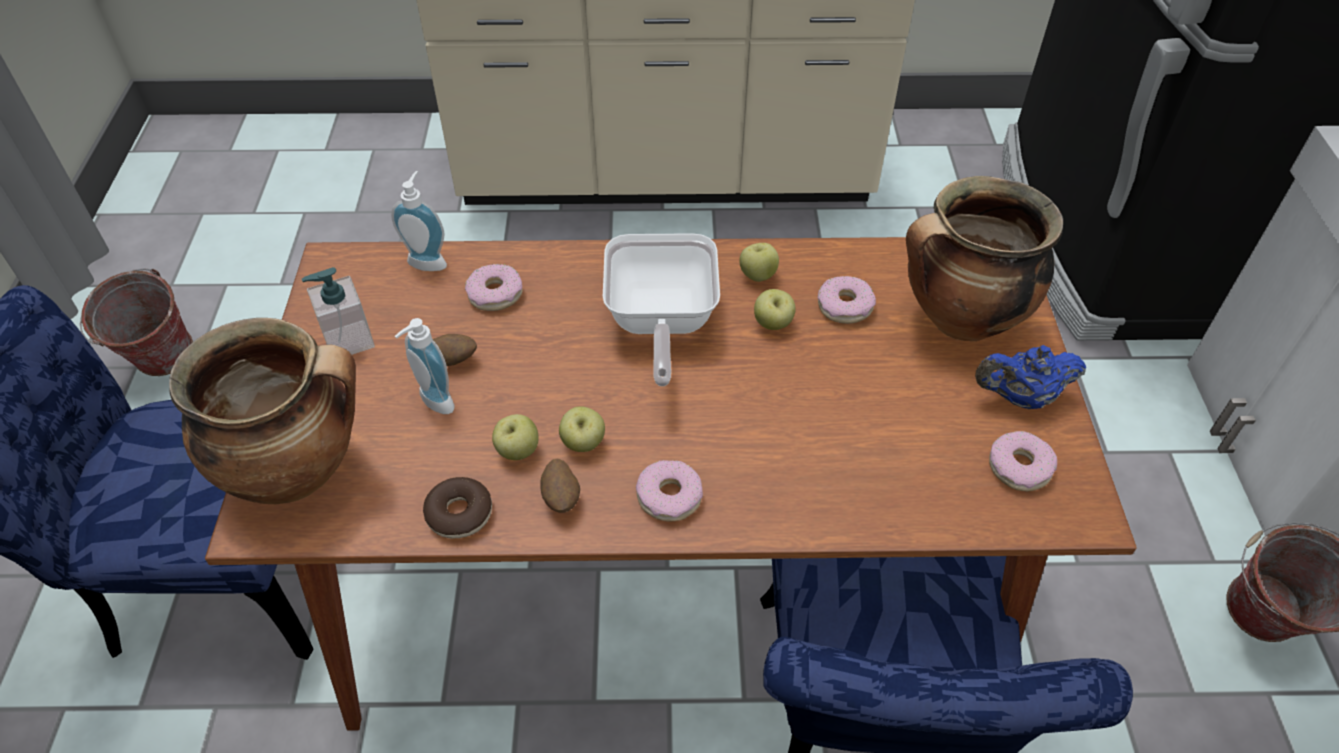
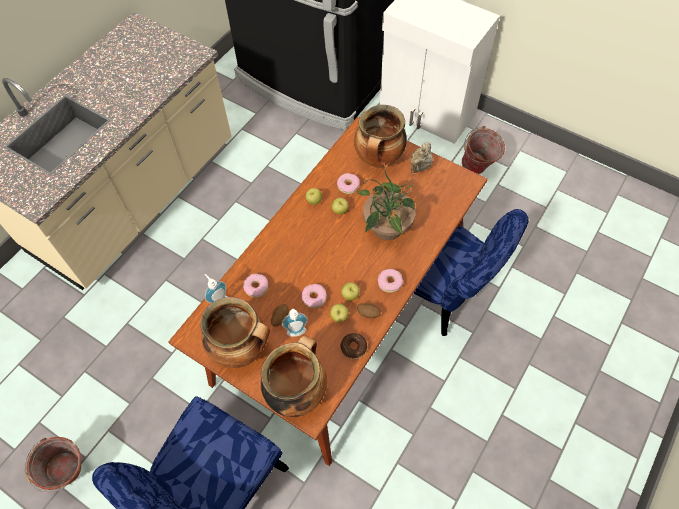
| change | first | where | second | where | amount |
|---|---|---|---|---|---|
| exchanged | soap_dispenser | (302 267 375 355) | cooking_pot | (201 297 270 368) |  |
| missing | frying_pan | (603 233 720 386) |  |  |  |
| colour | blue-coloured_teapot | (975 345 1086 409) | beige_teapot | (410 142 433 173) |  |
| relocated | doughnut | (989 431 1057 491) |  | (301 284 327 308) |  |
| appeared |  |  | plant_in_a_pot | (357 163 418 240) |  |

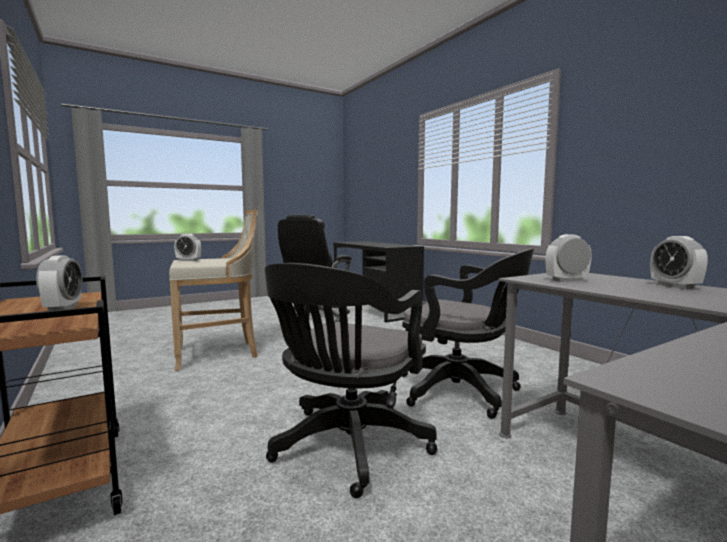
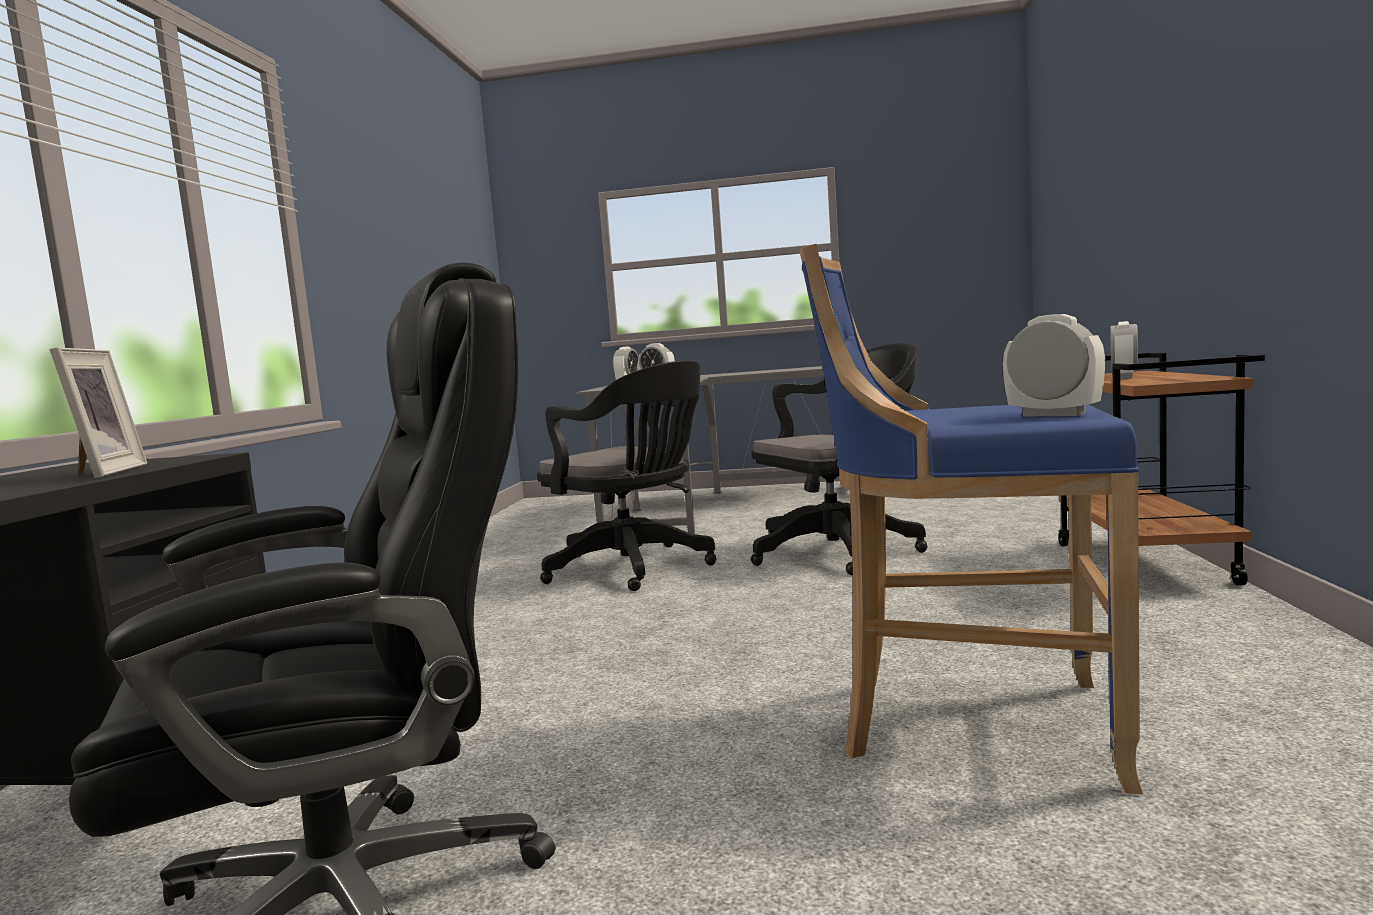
| change | first | where | second | where | amount |
|---|---|---|---|---|---|
| colour | beige_sitting_stool | (169 209 258 371) | blue-coloured_sitting_stool | (800 244 1143 795) |  |
| spun | black_office_chair | (402 248 534 419) |  | (537 361 717 591) | 150 degrees clockwise |
| appeared |  |  | photo_frame | (49 348 147 478) |  |

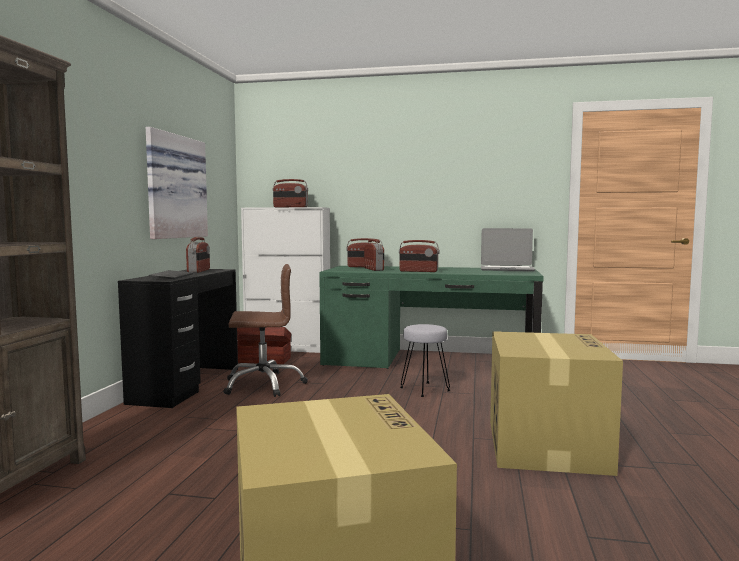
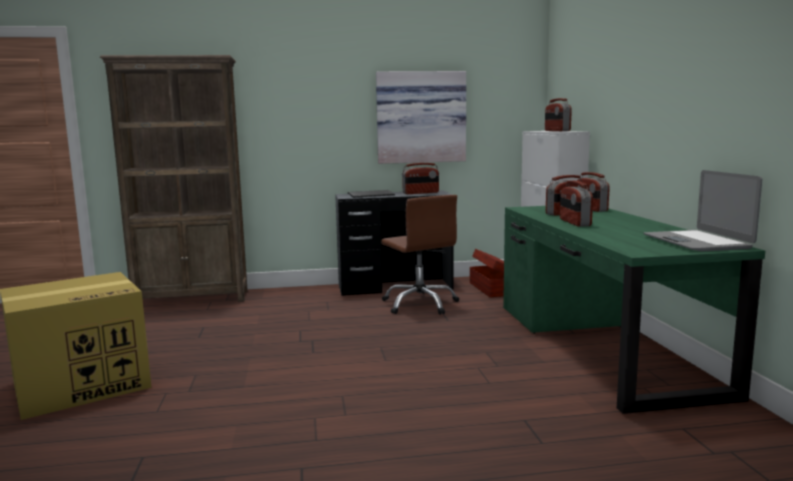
| change | first | where | second | where | amount |
|---|---|---|---|---|---|
| missing | grey_sitting_stool | (400 324 451 397) |  |  |  |
| missing | packing_box | (490 331 623 476) |  |  |  |

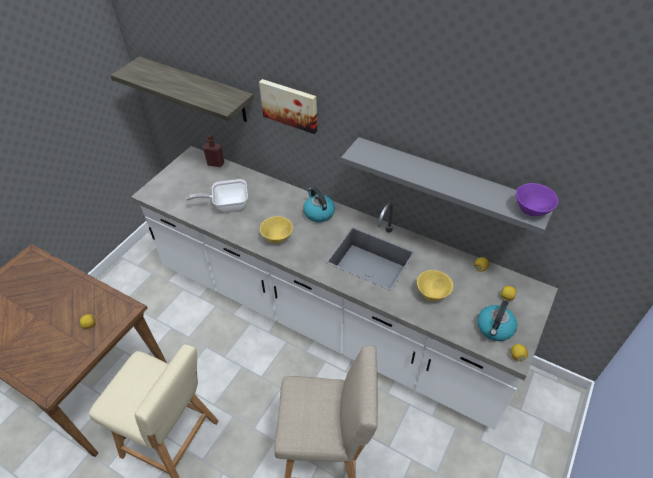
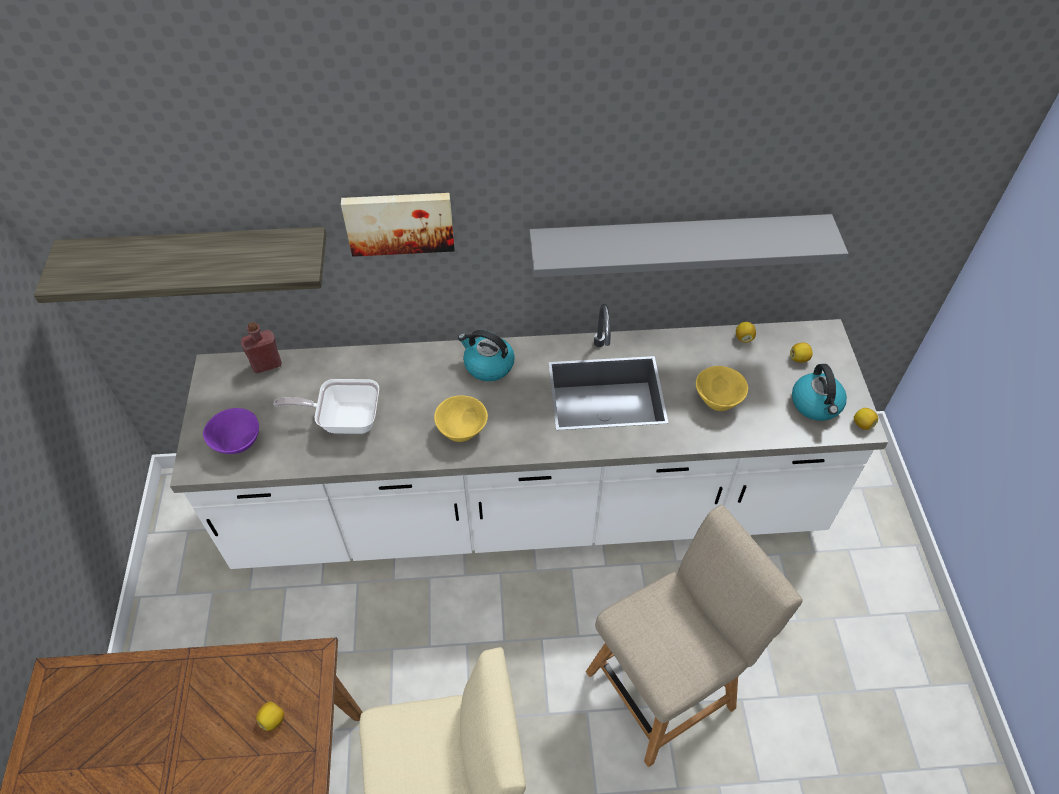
| change | first | where | second | where | amount |
|---|---|---|---|---|---|
| spun | frying_pan | (186 179 248 211) |  | (273 379 379 434) | 45 degrees clockwise |
| relocated | purple_serving_bowl | (516 183 558 216) |  | (203 408 259 454) |  |

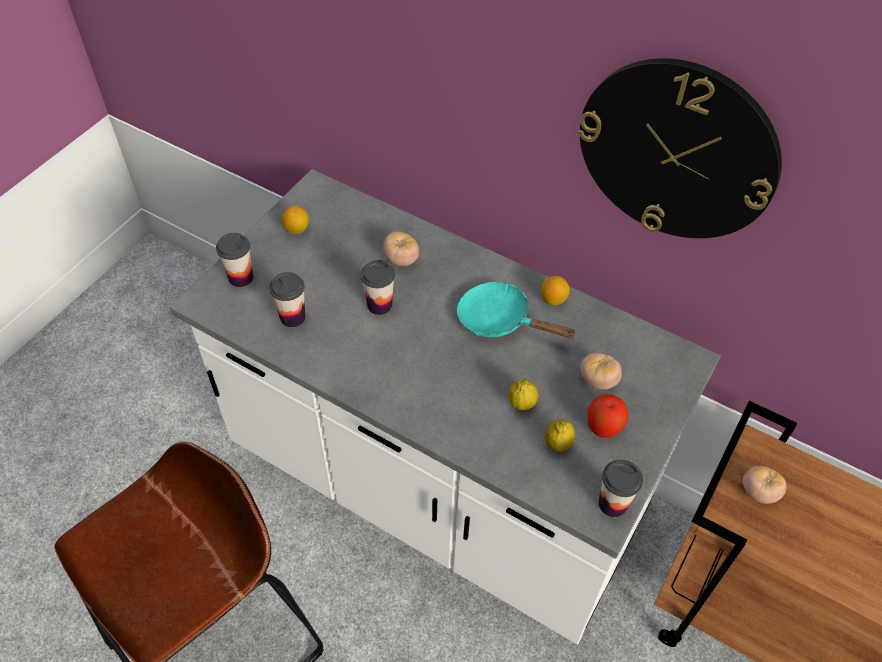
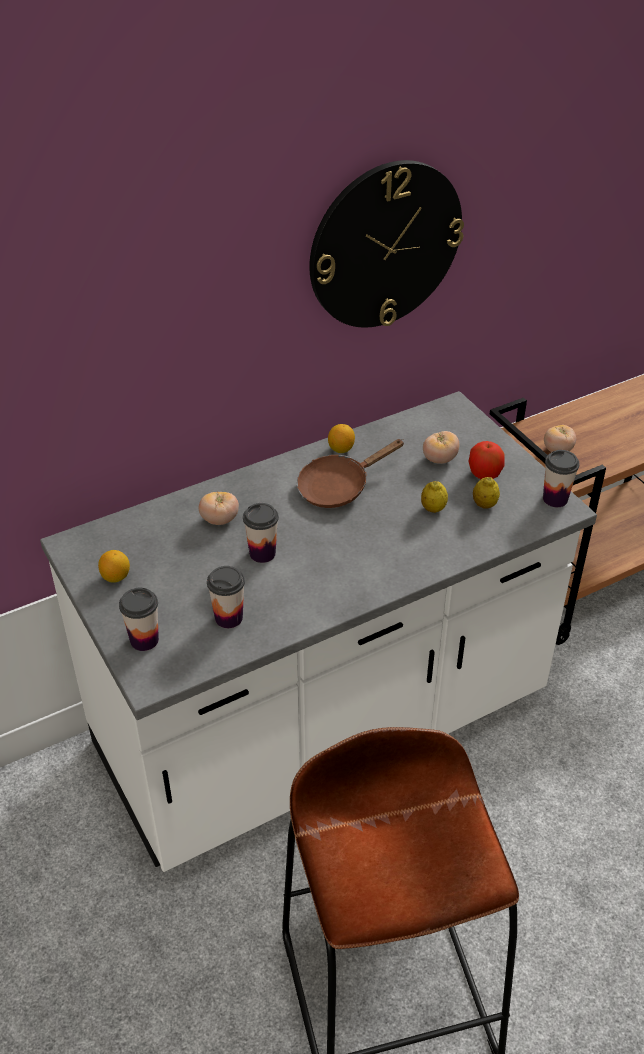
| change | first | where | second | where | amount |
|---|---|---|---|---|---|
| colour | blue-green_frying_pan | (457 282 577 338) | brown_frying_pan | (297 439 405 508) |  |

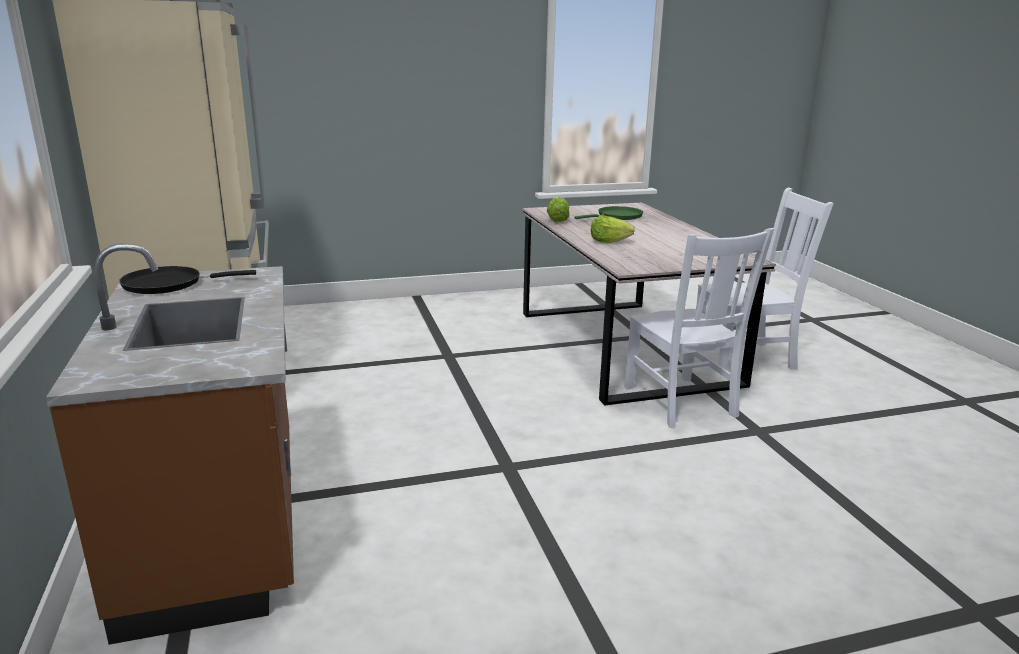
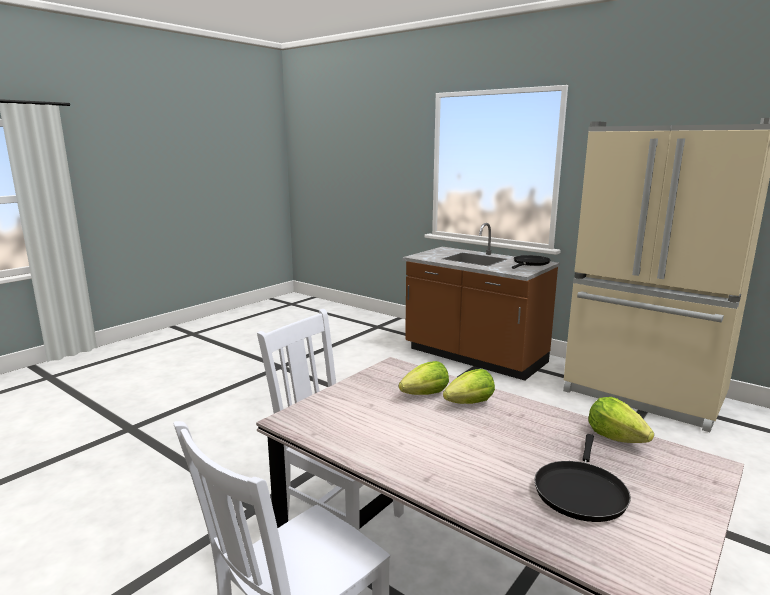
| change | first | where | second | where | amount |
|---|---|---|---|---|---|
| colour | greenish_frying_pan | (574 206 643 220) | black_frying_pan | (534 434 631 522) |  |
| appeared |  |  | lettuce | (399 361 449 395) |  |

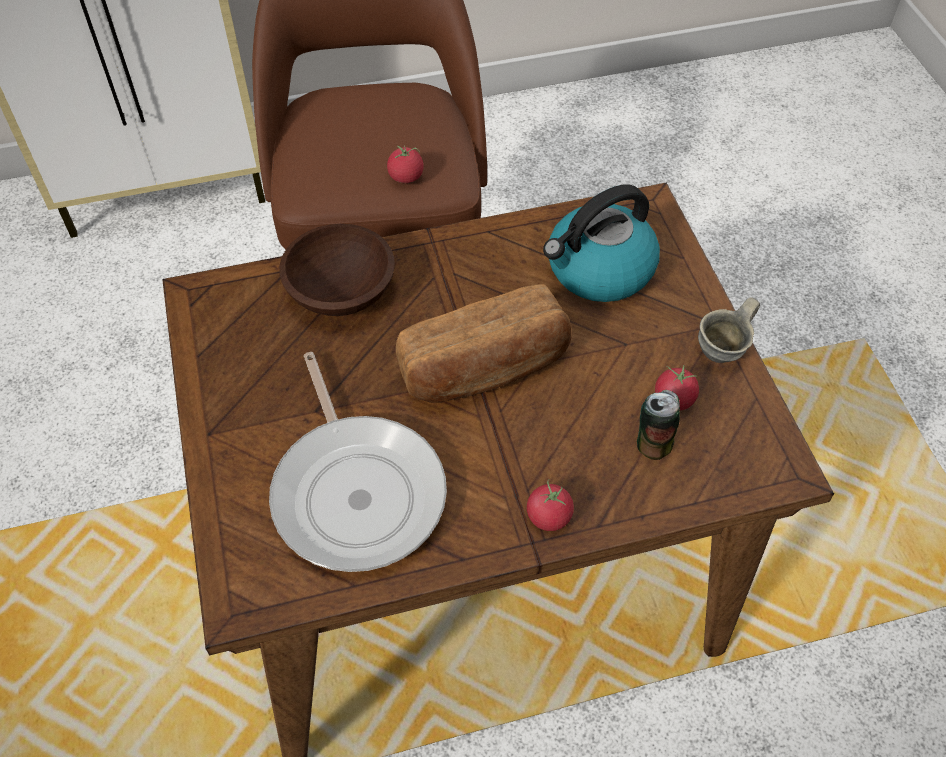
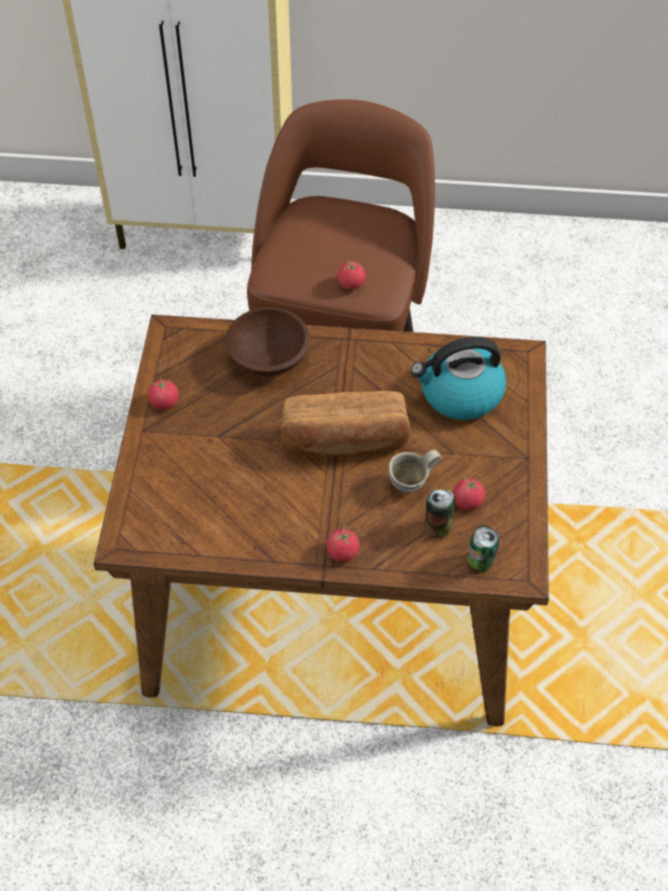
| change | first | where | second | where | amount |
|---|---|---|---|---|---|
| missing | frying_pan | (269 352 447 572) |  |  |  |
| relocated | grey_mug | (698 297 760 363) |  | (389 450 441 492) |  |
| appeared |  |  | whole_tomato | (148 377 179 410) |  |
| appeared |  |  | sealed_can | (467 525 499 572) |  |

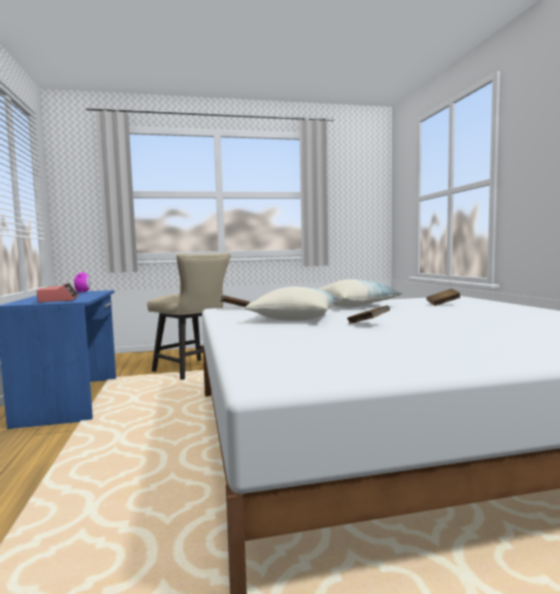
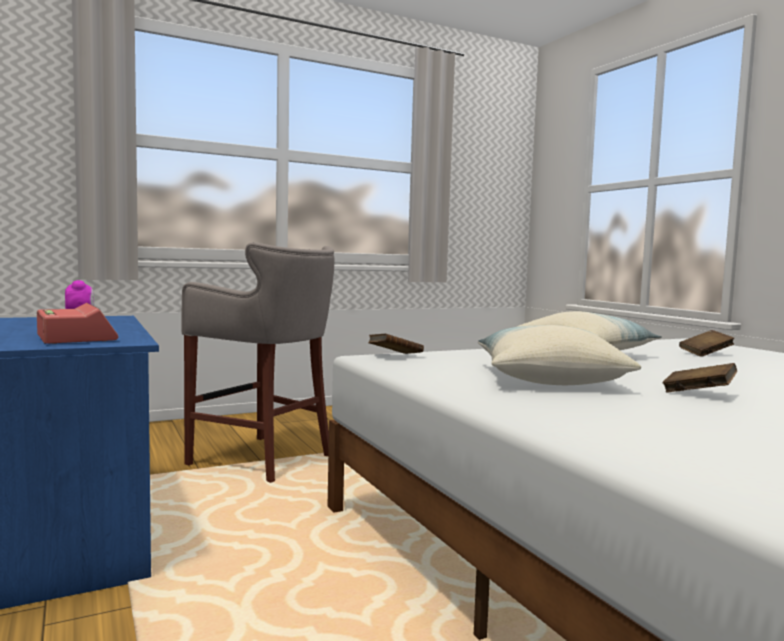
| change | first | where | second | where | amount |
|---|---|---|---|---|---|
| exchanged | beige_upright_chair | (147 253 231 380) | grey_sitting_stool | (181 242 335 483) |  |

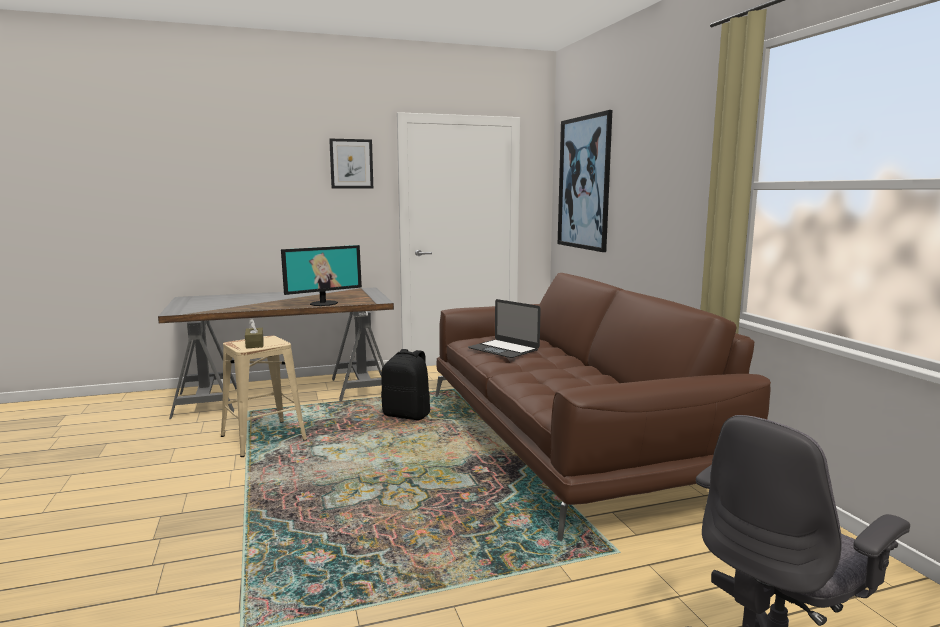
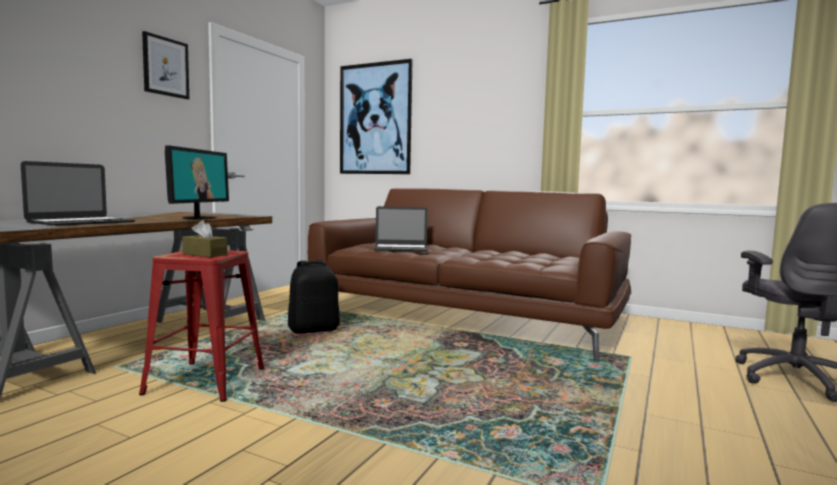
| change | first | where | second | where | amount |
|---|---|---|---|---|---|
| colour | beige_sitting_stool | (221 336 307 457) | reddish_sitting_stool | (139 250 264 402) |  |
| appeared |  |  | portable_computer | (21 161 135 226) |  |

